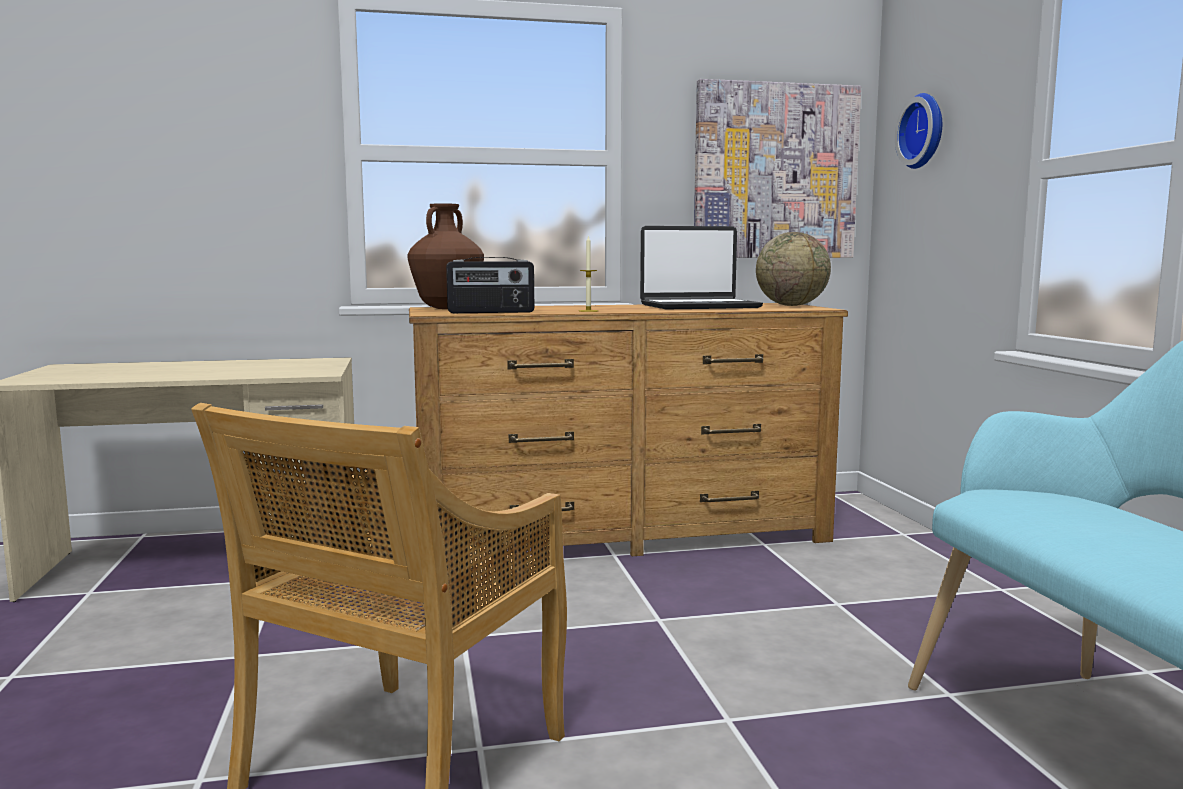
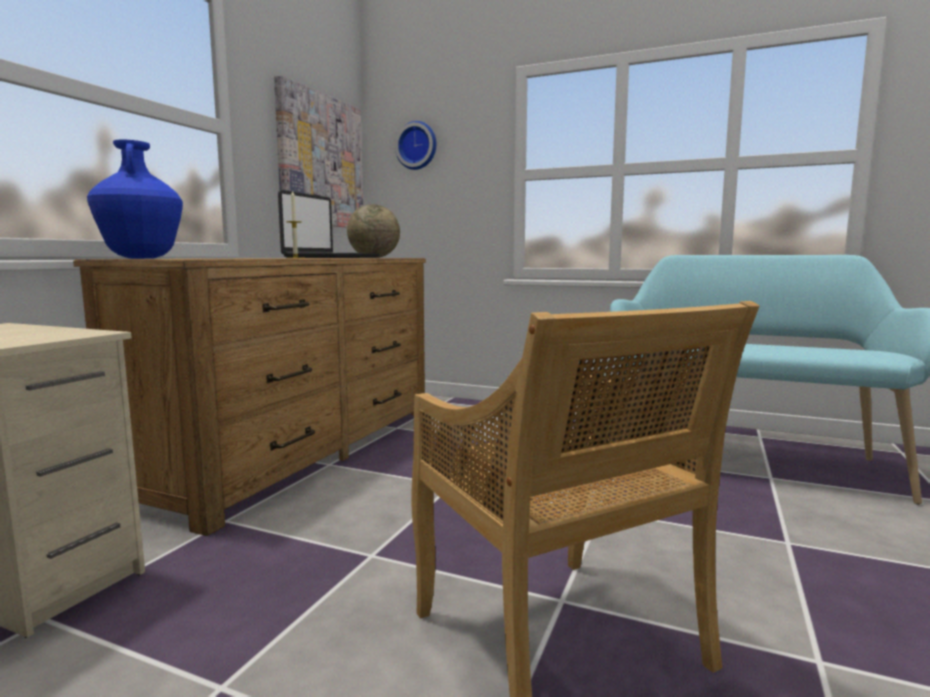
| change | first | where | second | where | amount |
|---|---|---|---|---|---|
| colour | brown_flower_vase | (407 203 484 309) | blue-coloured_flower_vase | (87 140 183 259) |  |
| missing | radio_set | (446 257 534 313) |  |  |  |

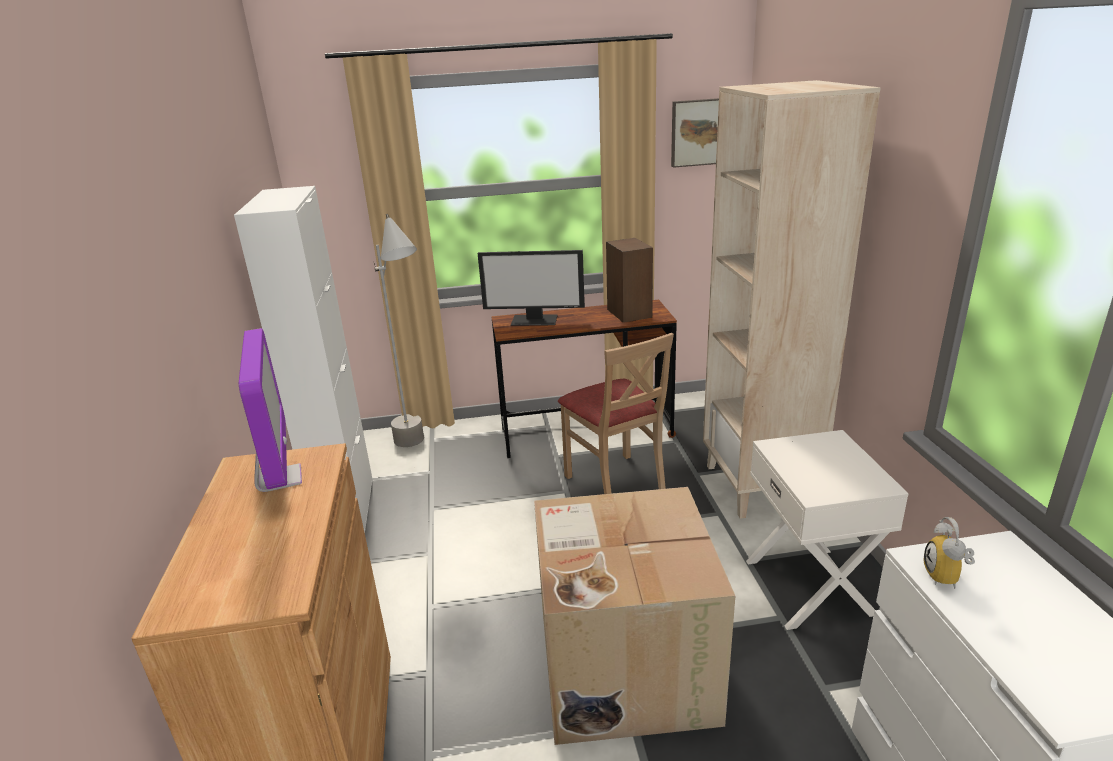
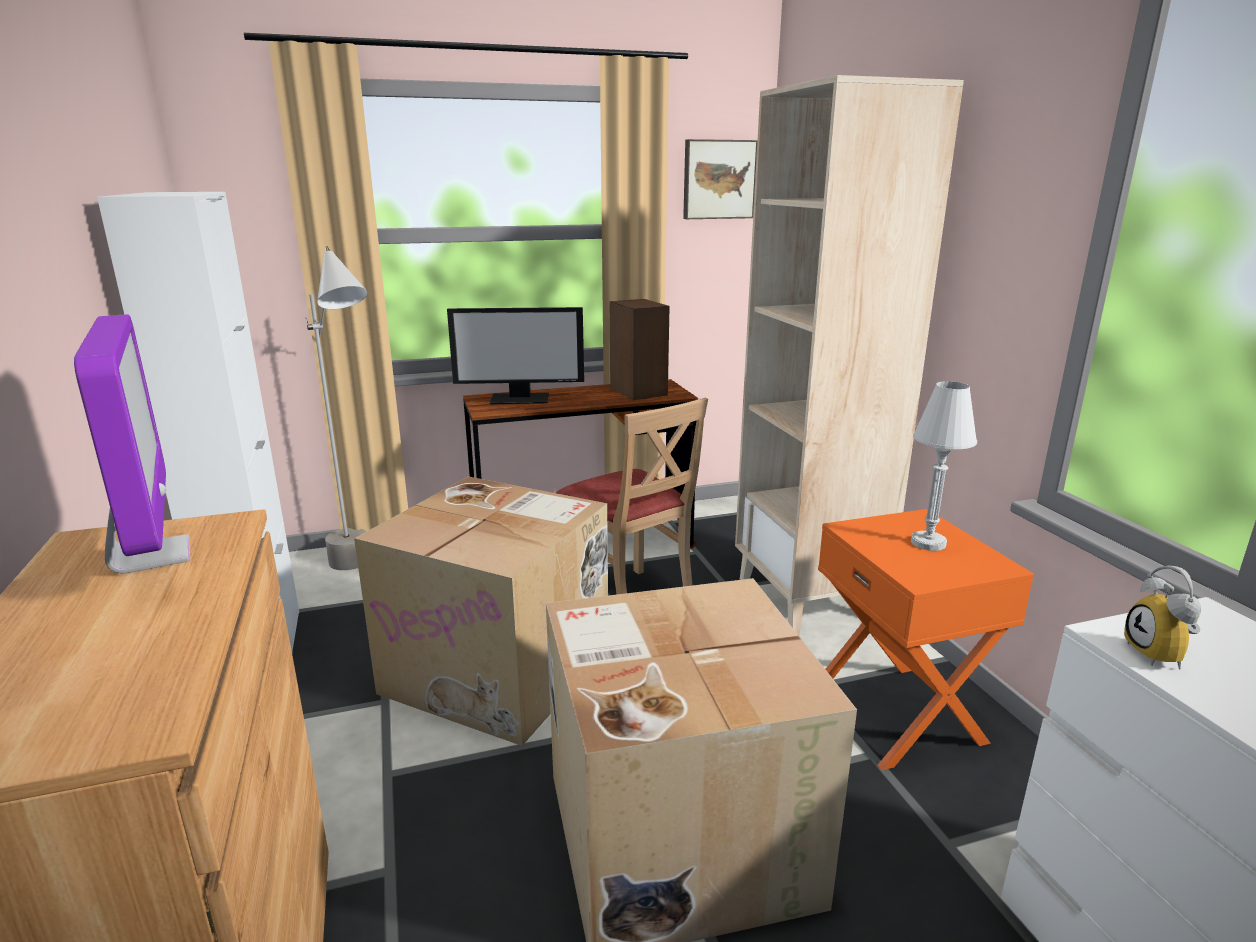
| change | first | where | second | where | amount |
|---|---|---|---|---|---|
| colour | white-coloured_night_table | (746 430 909 630) | orange-coloured_night_table | (818 509 1034 770) |  |
| appeared |  |  | packing_box | (354 476 608 746) |  |
| appeared |  |  | white-coloured_table_lamp | (911 381 977 551) |  |

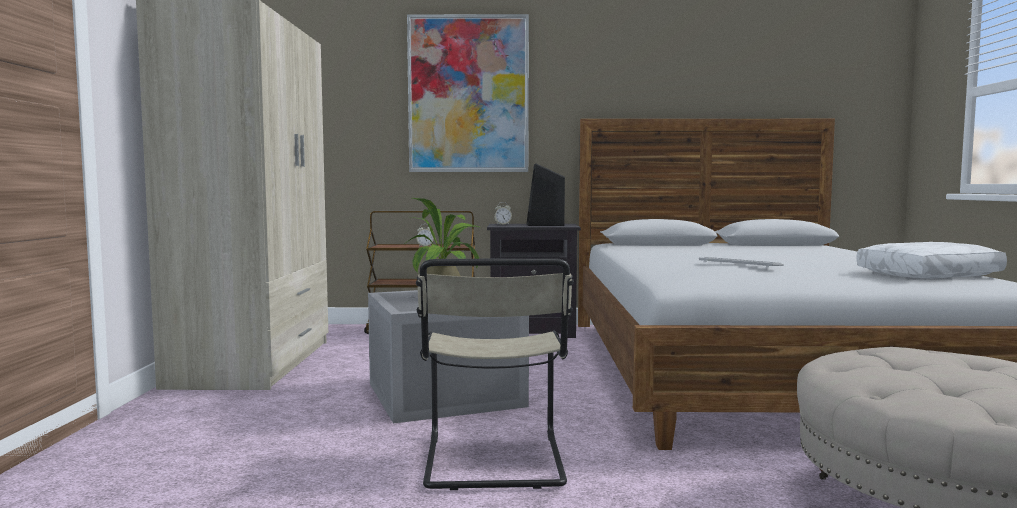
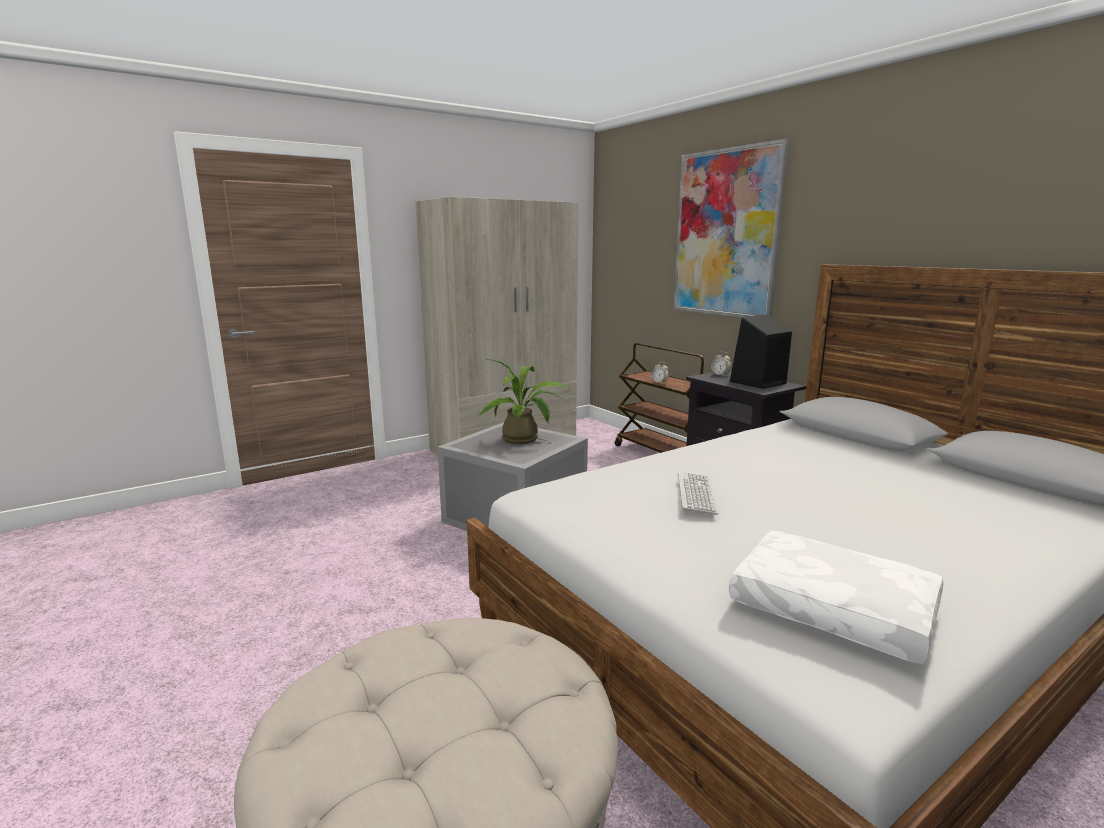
| change | first | where | second | where | amount |
|---|---|---|---|---|---|
| missing | beige_upright_chair | (416 258 574 490) |  |  |  |

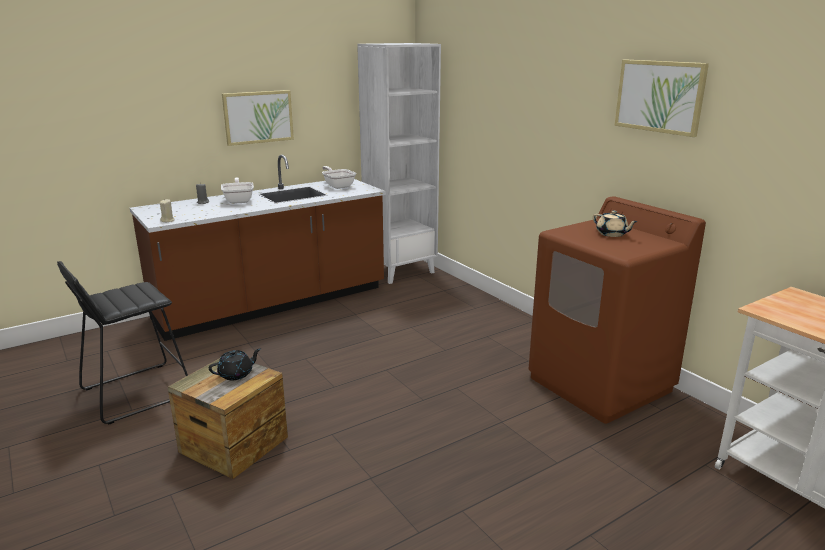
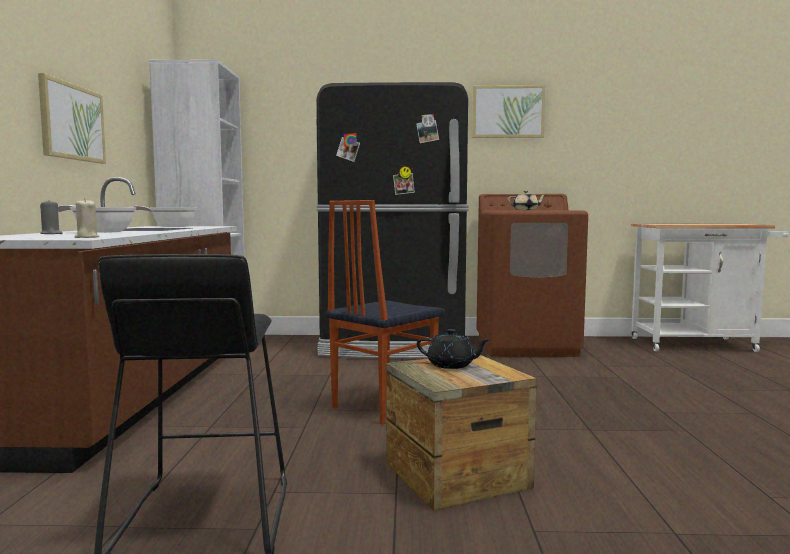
| change | first | where | second | where | amount |
|---|---|---|---|---|---|
| spun | black_teapot | (209 348 261 380) |  | (417 329 491 369) | 105 degrees clockwise |
| appeared |  |  | black_refrigerator | (316 82 468 358) |  |
| appeared |  |  | upright_chair | (326 200 445 425) |  |

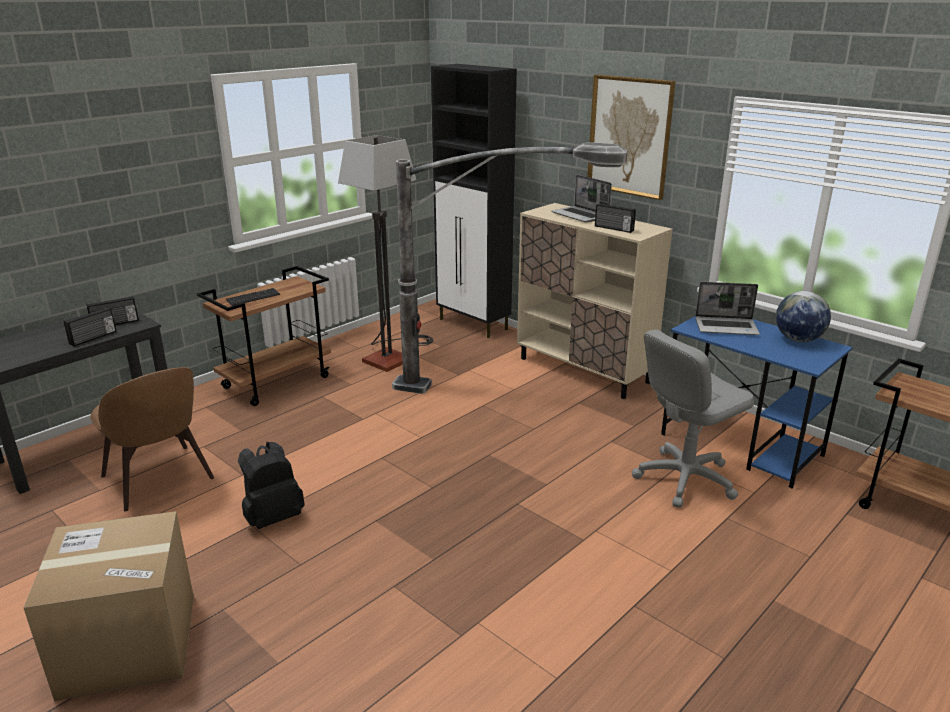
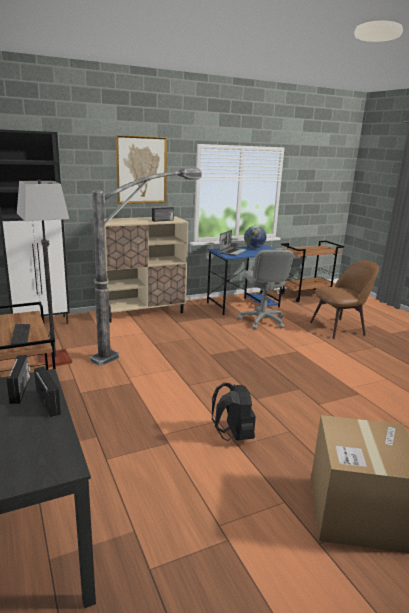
| change | first | where | second | where | amount |
|---|---|---|---|---|---|
| relocated | brown_upright_chair | (90 367 214 512) |  | (310 260 379 339) |  |
| missing | portable_computer | (551 175 612 223) |  |  |  |

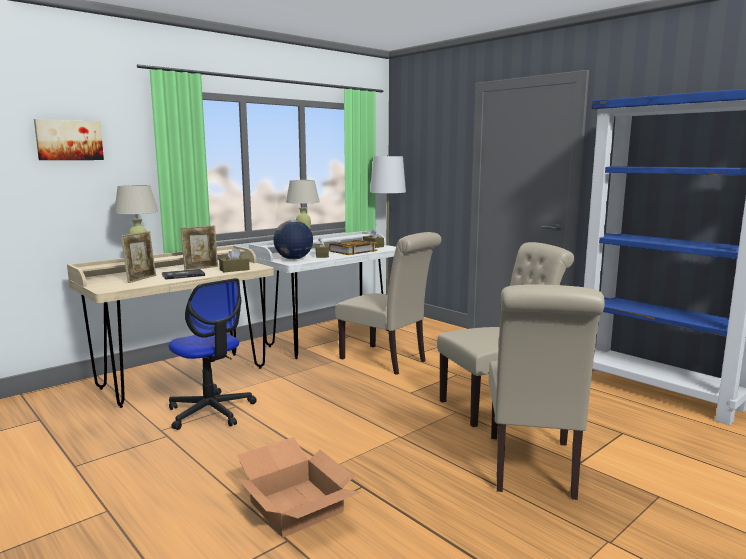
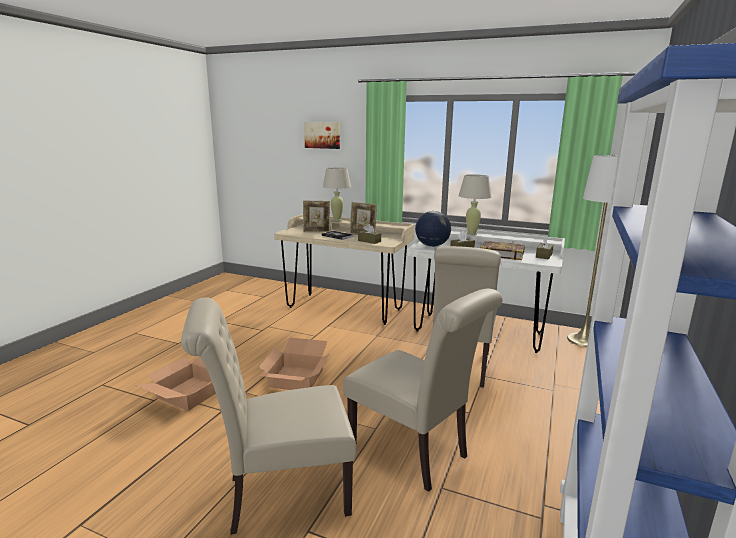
| change | first | where | second | where | amount |
|---|---|---|---|---|---|
| missing | office_chair | (169 278 257 430) |  |  |  |
| appeared |  |  | packing_box | (259 338 330 390) |  |

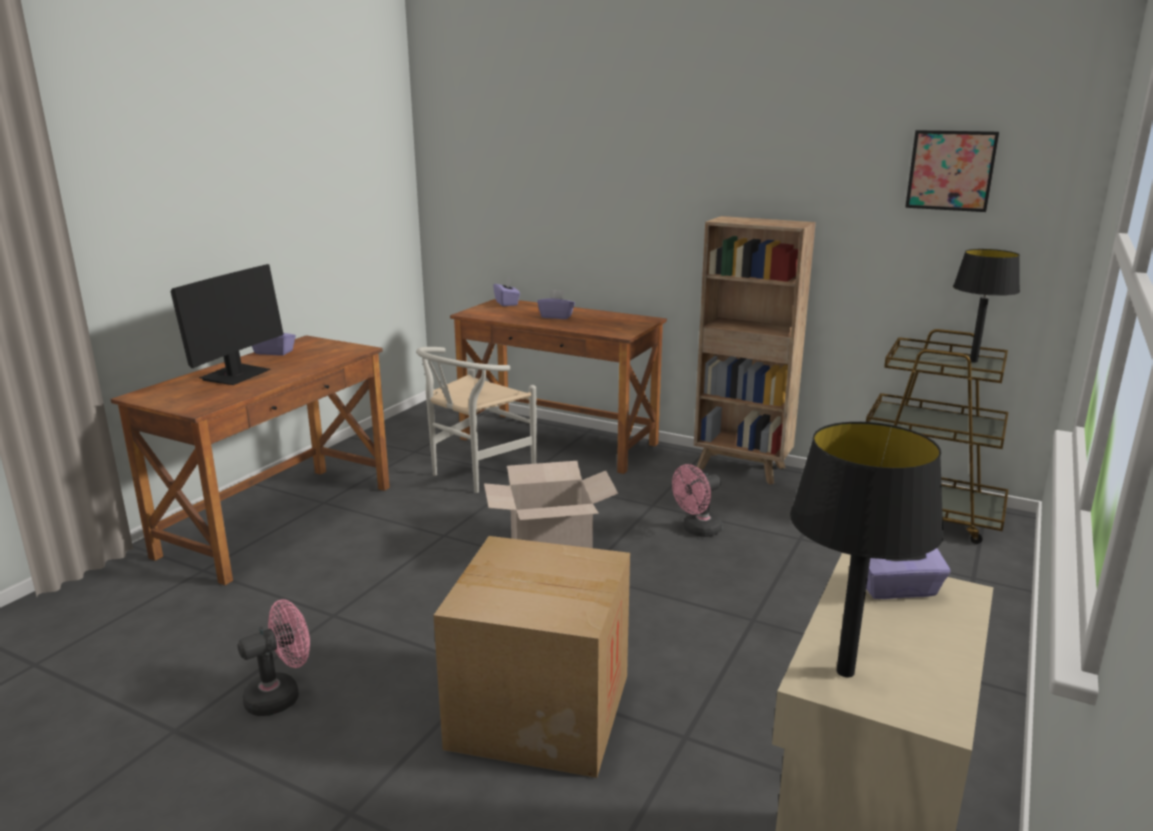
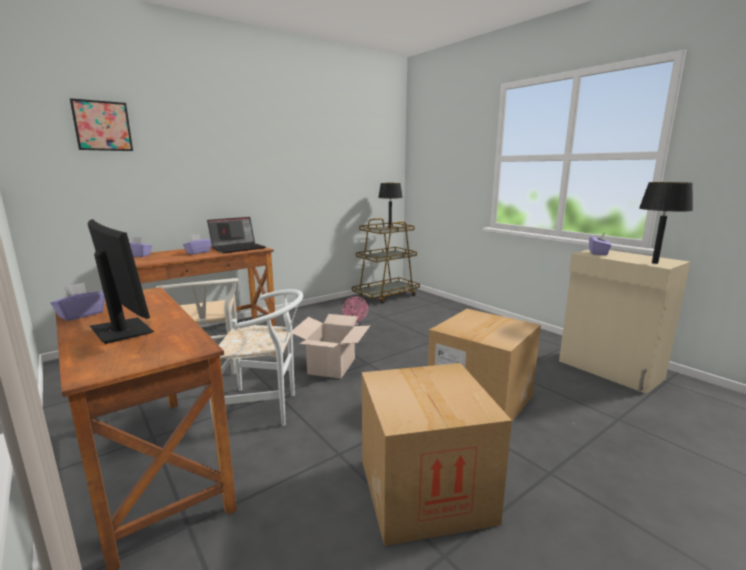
| change | first | where | second | where | amount |
|---|---|---|---|---|---|
| exchanged | pink_cooling_fan | (237 599 310 716) | packing_box | (362 363 512 546) |  |
| missing | brown_shelving_unit | (694 216 816 484) |  |  |  |
| relocated | wall_art | (905 130 999 212) |  | (70 98 133 151) |  |
| appeared |  |  | portable_computer | (207 217 266 253) |  |
| appeared |  |  | white-coloured_upright_chair | (210 289 303 426) |  |

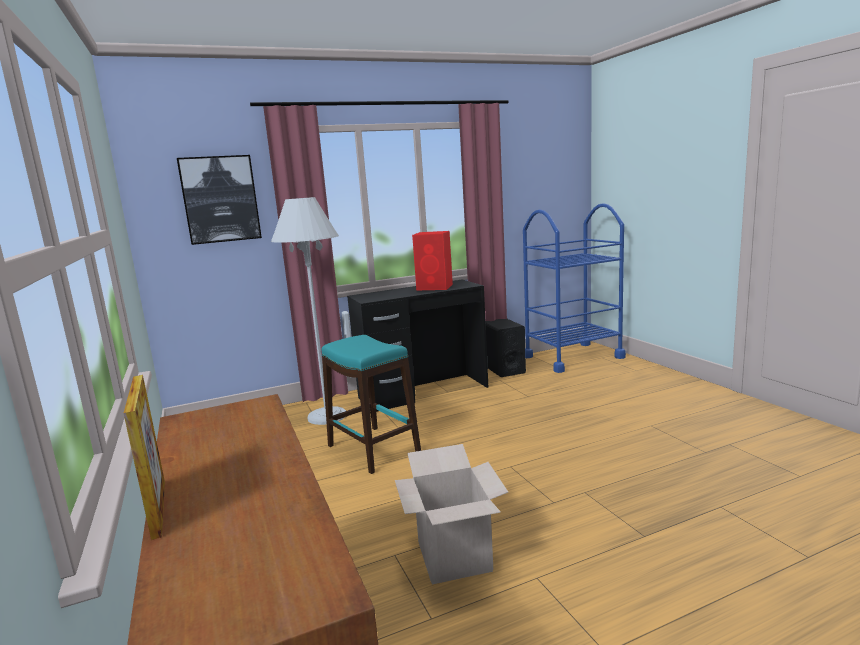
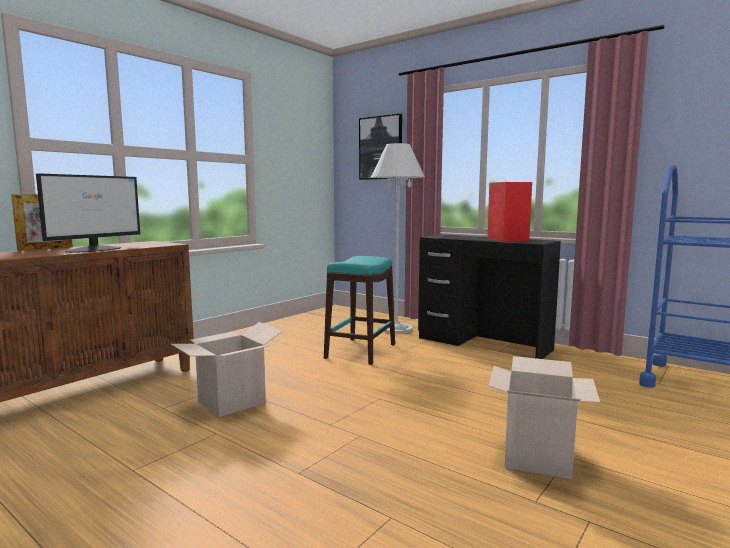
| change | first | where | second | where | amount |
|---|---|---|---|---|---|
| missing | black_audio_speaker | (486 319 526 377) |  |  |  |
| appeared |  |  | computer_screen | (36 173 140 253) |  |
| appeared |  |  | packing_box | (489 356 600 479) |  |

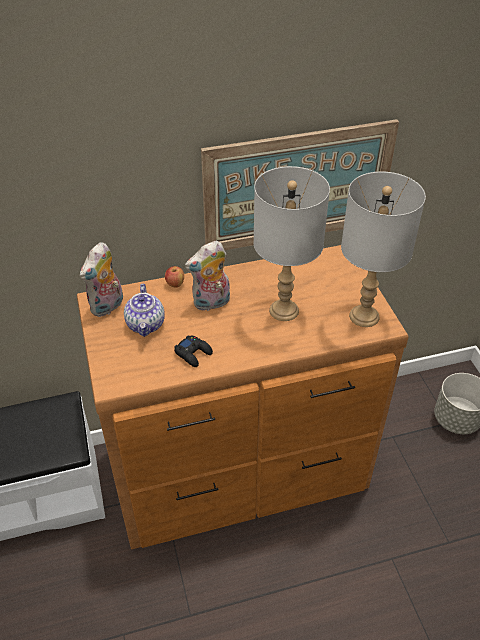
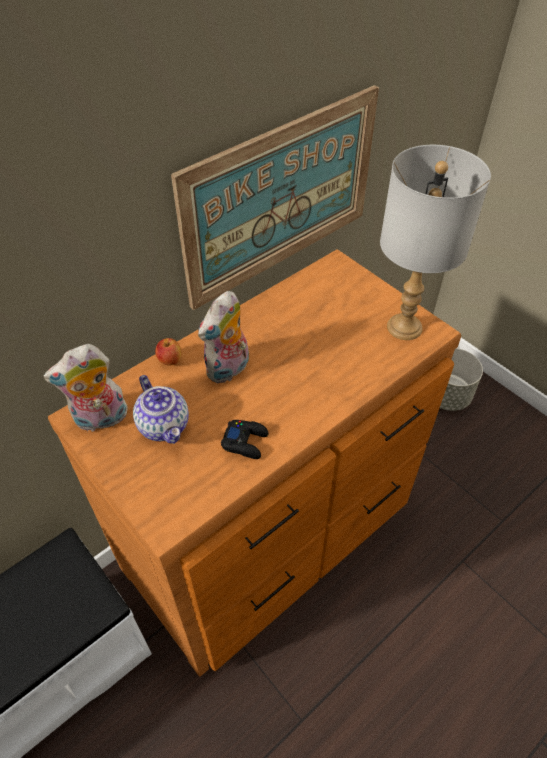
| change | first | where | second | where | amount |
|---|---|---|---|---|---|
| spun | soft_toy | (80 242 123 317) |  | (43 344 128 432) | 60 degrees clockwise |
| missing | grey_table_lamp | (253 166 330 321) |  |  |  |

